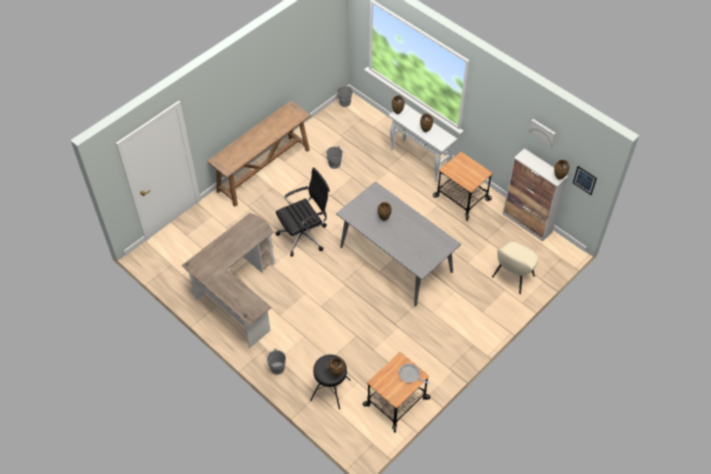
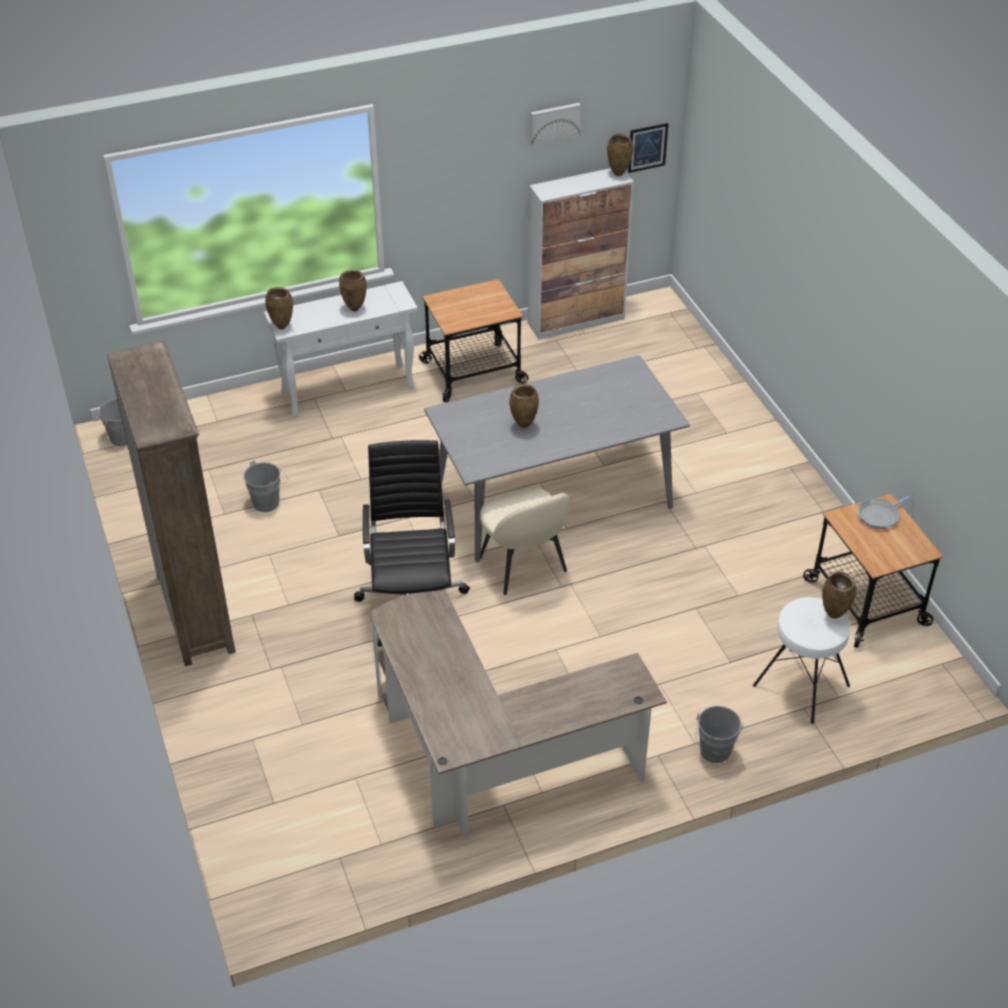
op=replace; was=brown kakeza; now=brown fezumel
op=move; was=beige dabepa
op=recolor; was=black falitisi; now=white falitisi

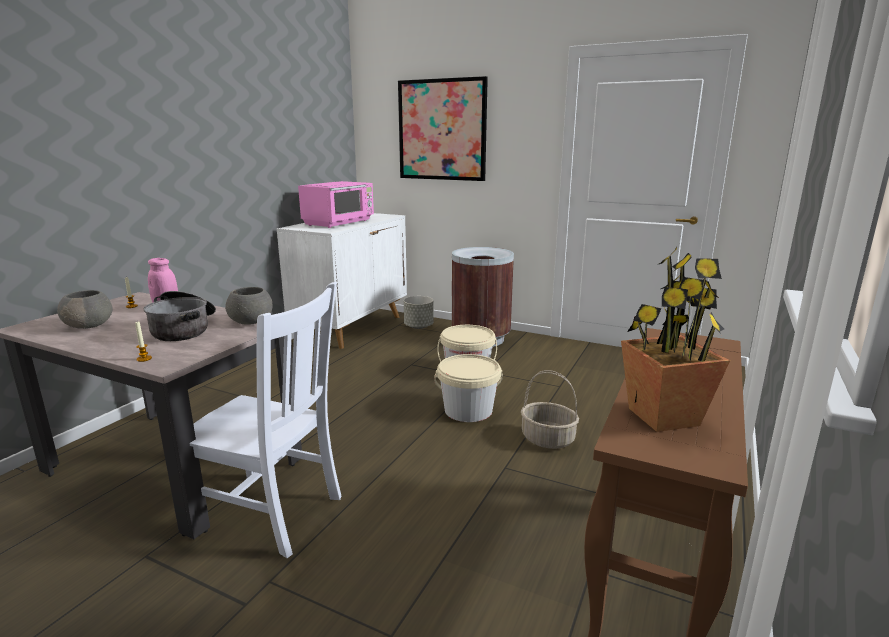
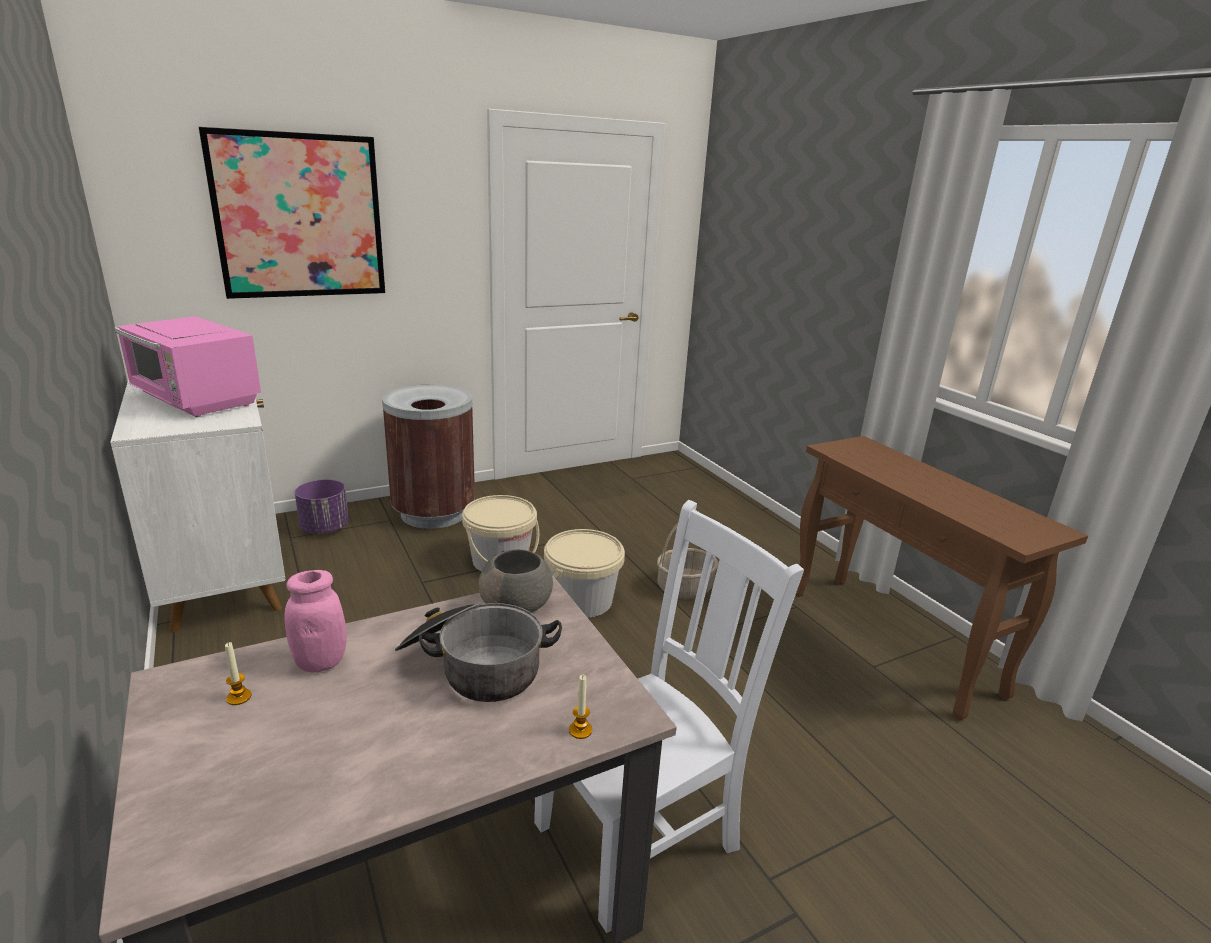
op=rotate; was=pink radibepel; clockwise=150
op=recolor; was=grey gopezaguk; now=purple gopezaguk
op=delete; was=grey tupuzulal (1st from left)
op=delete; was=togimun

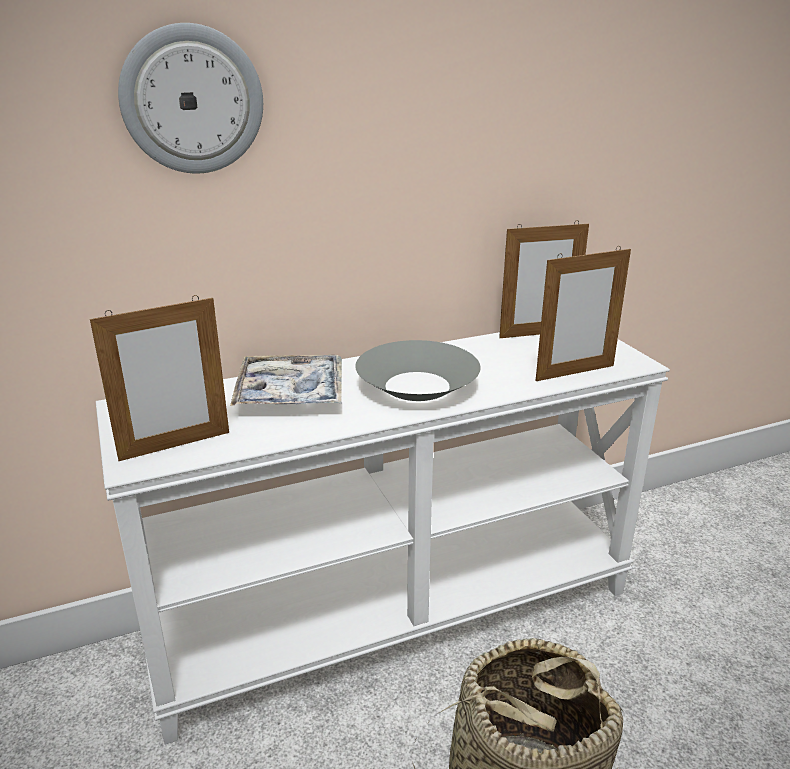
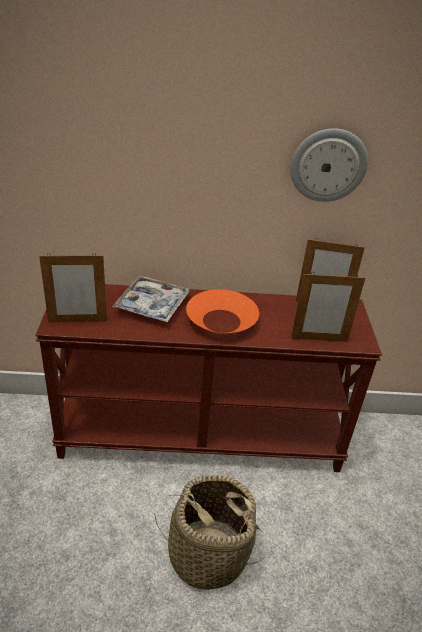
op=recolor; was=white kakeza; now=brown kakeza
op=recolor; was=grey tupuzulal; now=orange tupuzulal
op=move; was=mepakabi

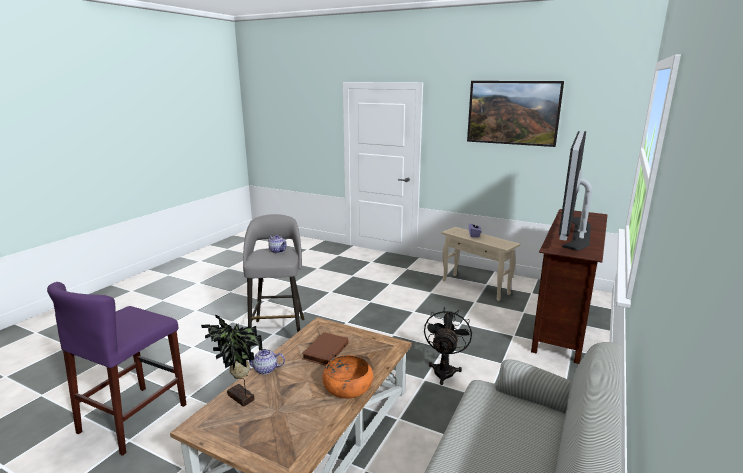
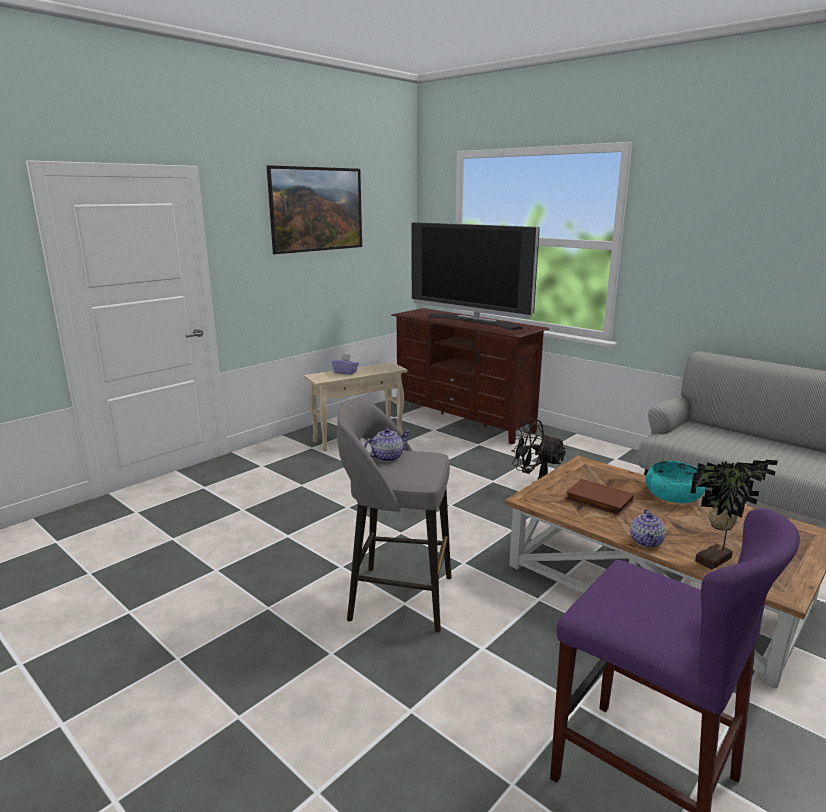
op=recolor; was=orange tupuzulal; now=turquoise tupuzulal

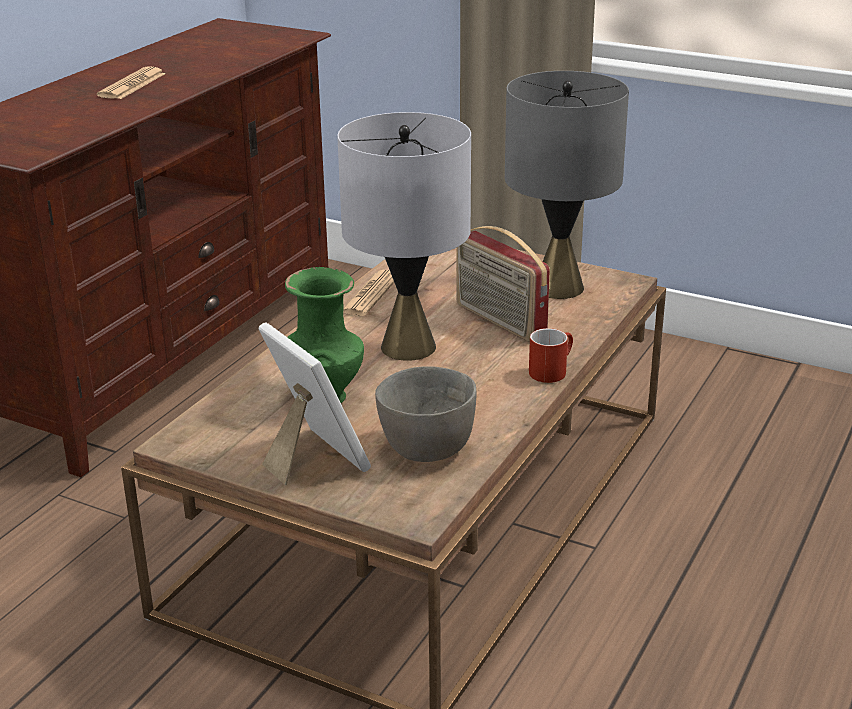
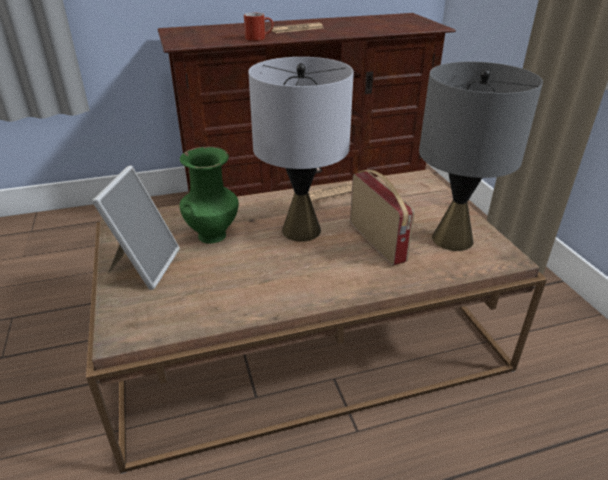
op=move; was=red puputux
op=rotate; was=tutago; clockwise=150
op=delete; was=grey tupuzulal

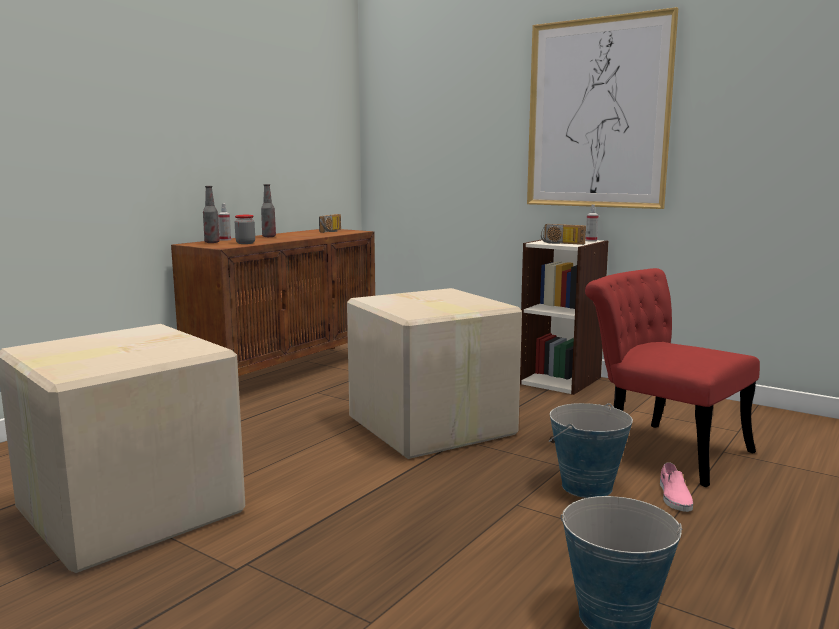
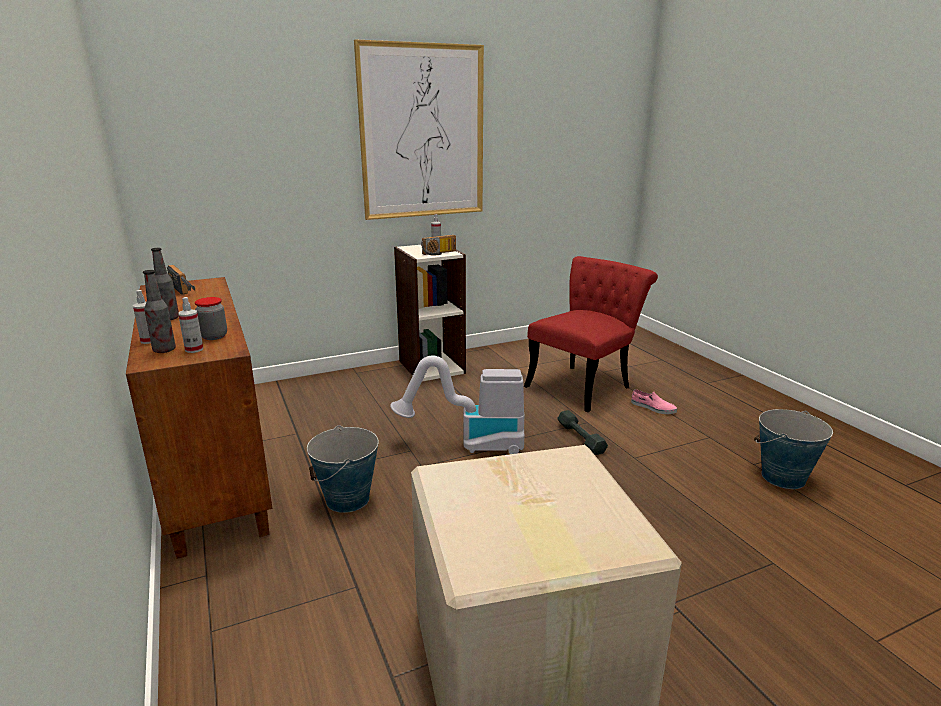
op=insert; now=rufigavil (2nd from left)
op=move; was=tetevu (1st from left)
op=replace; was=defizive (2nd from left); now=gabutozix
op=rotate; was=red dabepa; clockwise=150
op=insert; now=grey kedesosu

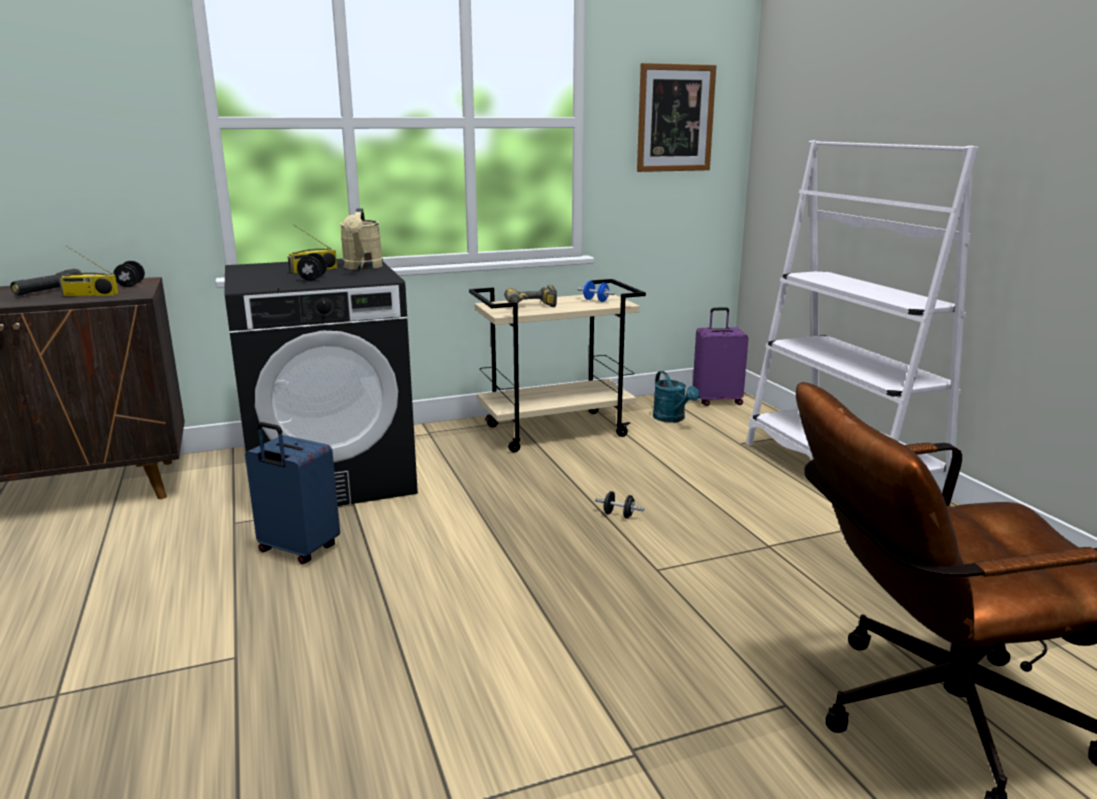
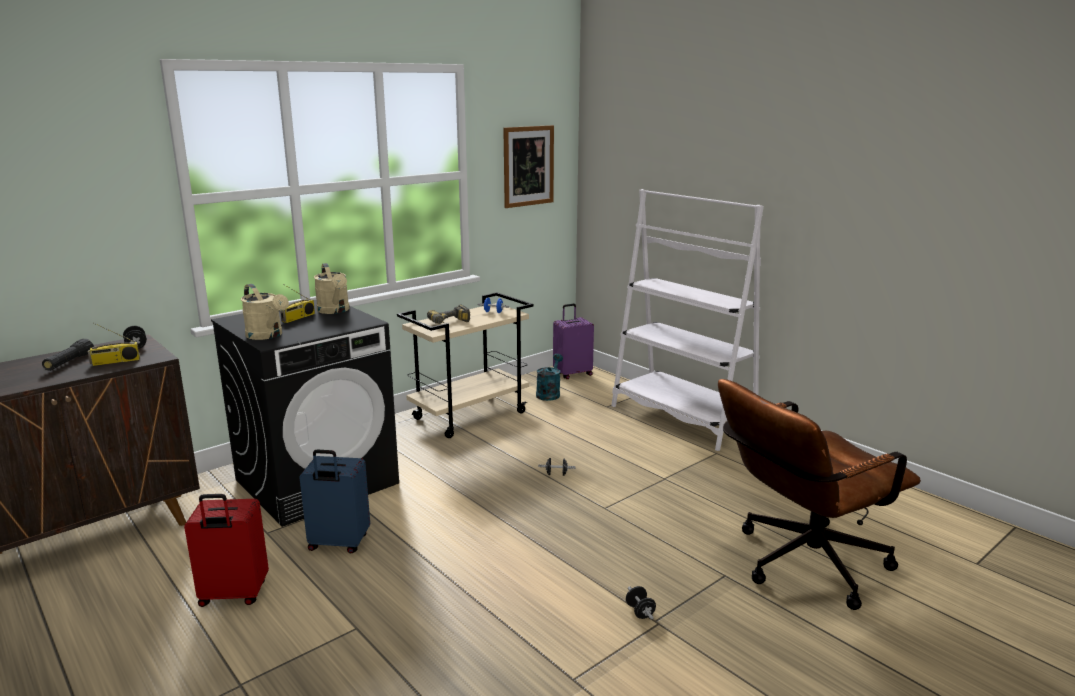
op=insert; now=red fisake
op=insert; now=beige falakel (1st from left)
op=rotate; was=turquoise falakel; clockwise=-120
op=move; was=black kedesosu (2nd from left in the first image); now=black kedesosu (3rd from left)

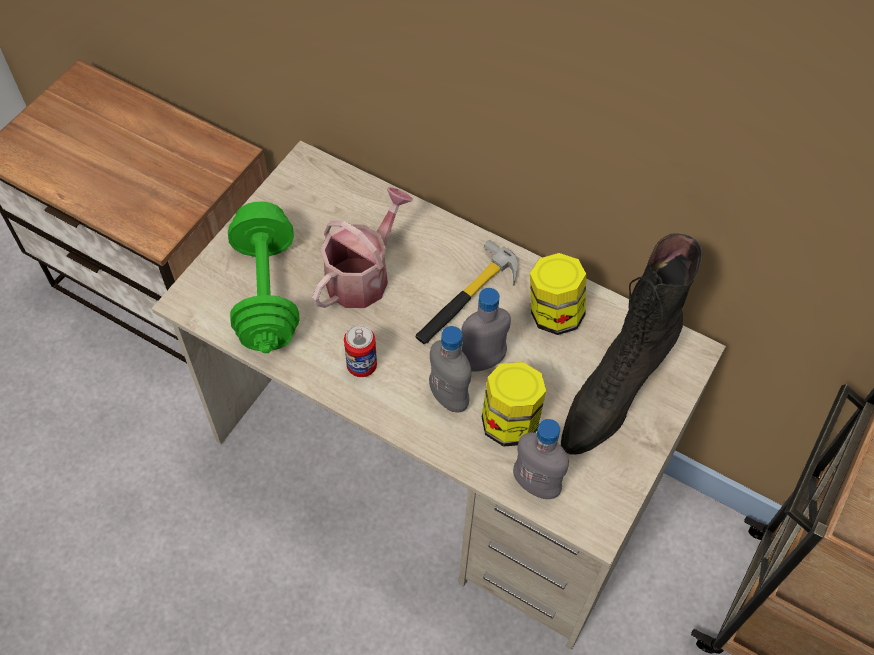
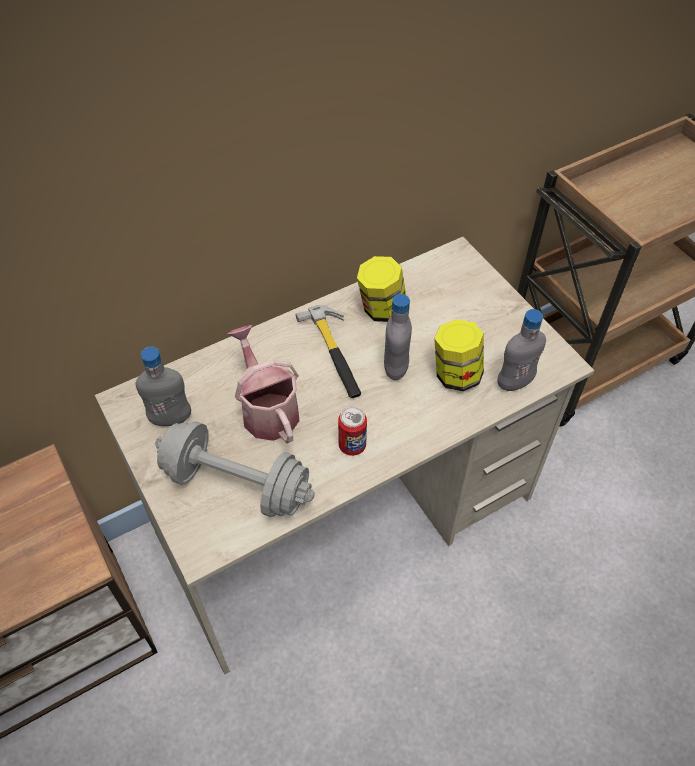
op=move; was=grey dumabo (1st from left)
op=recolor; was=green kedesosu; now=grey kedesosu
op=delete; was=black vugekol

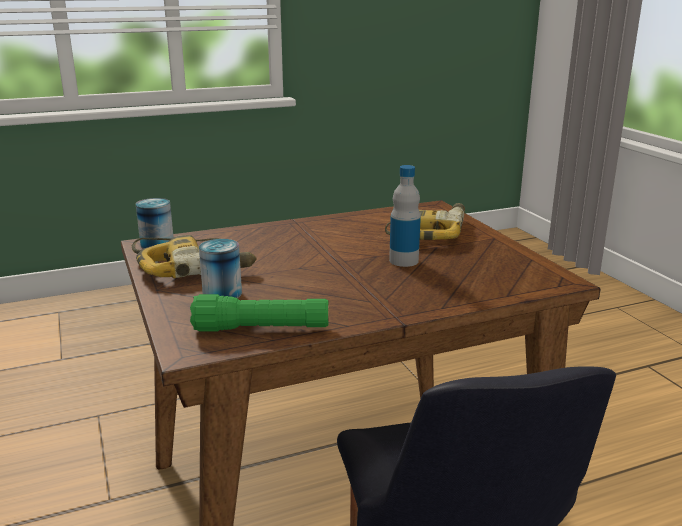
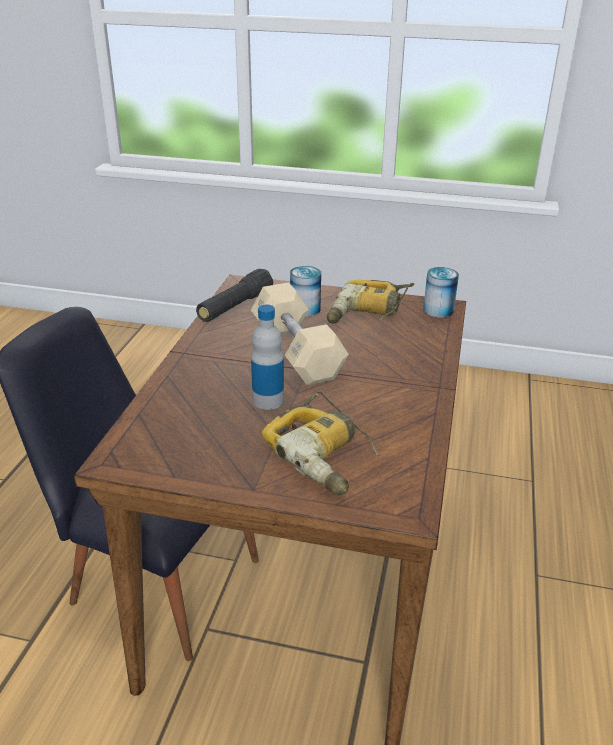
op=recolor; was=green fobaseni; now=black fobaseni
op=insert; now=beige kedesosu

